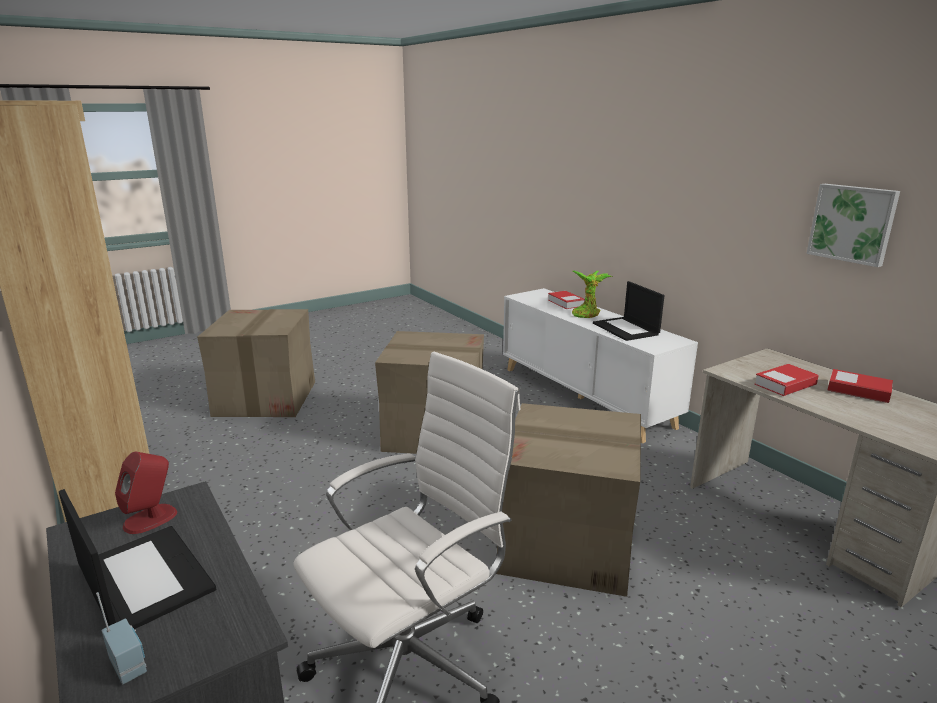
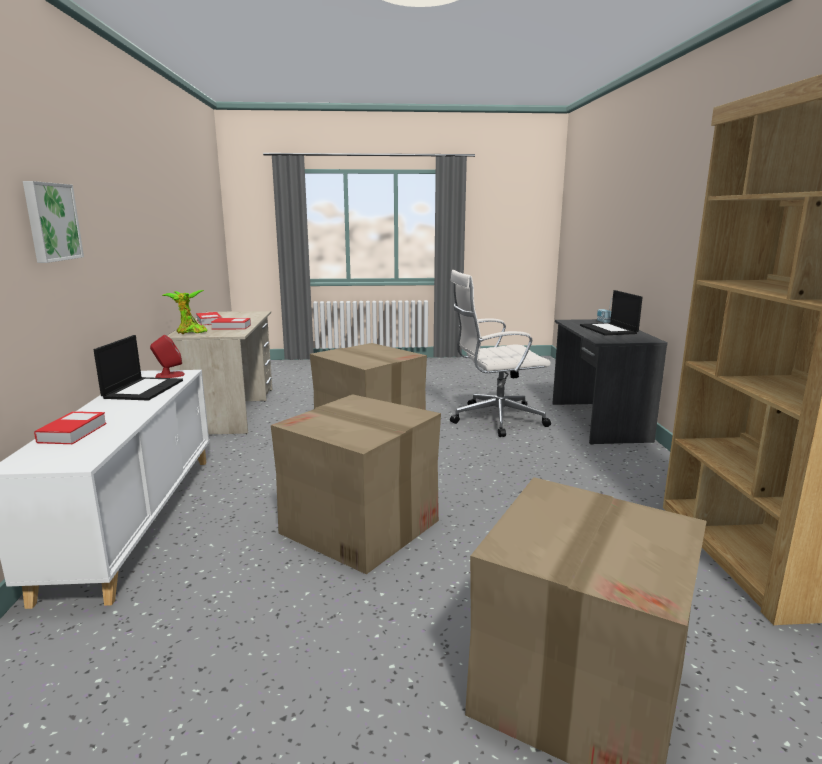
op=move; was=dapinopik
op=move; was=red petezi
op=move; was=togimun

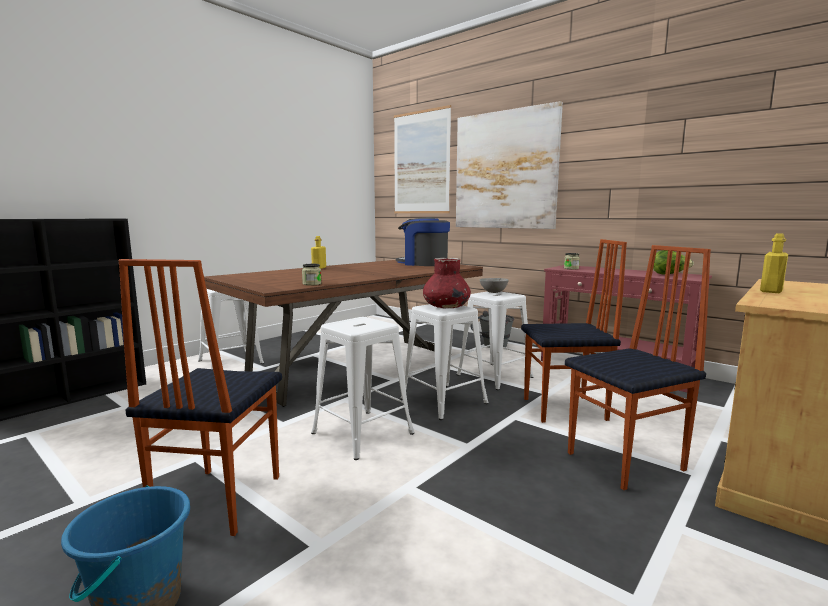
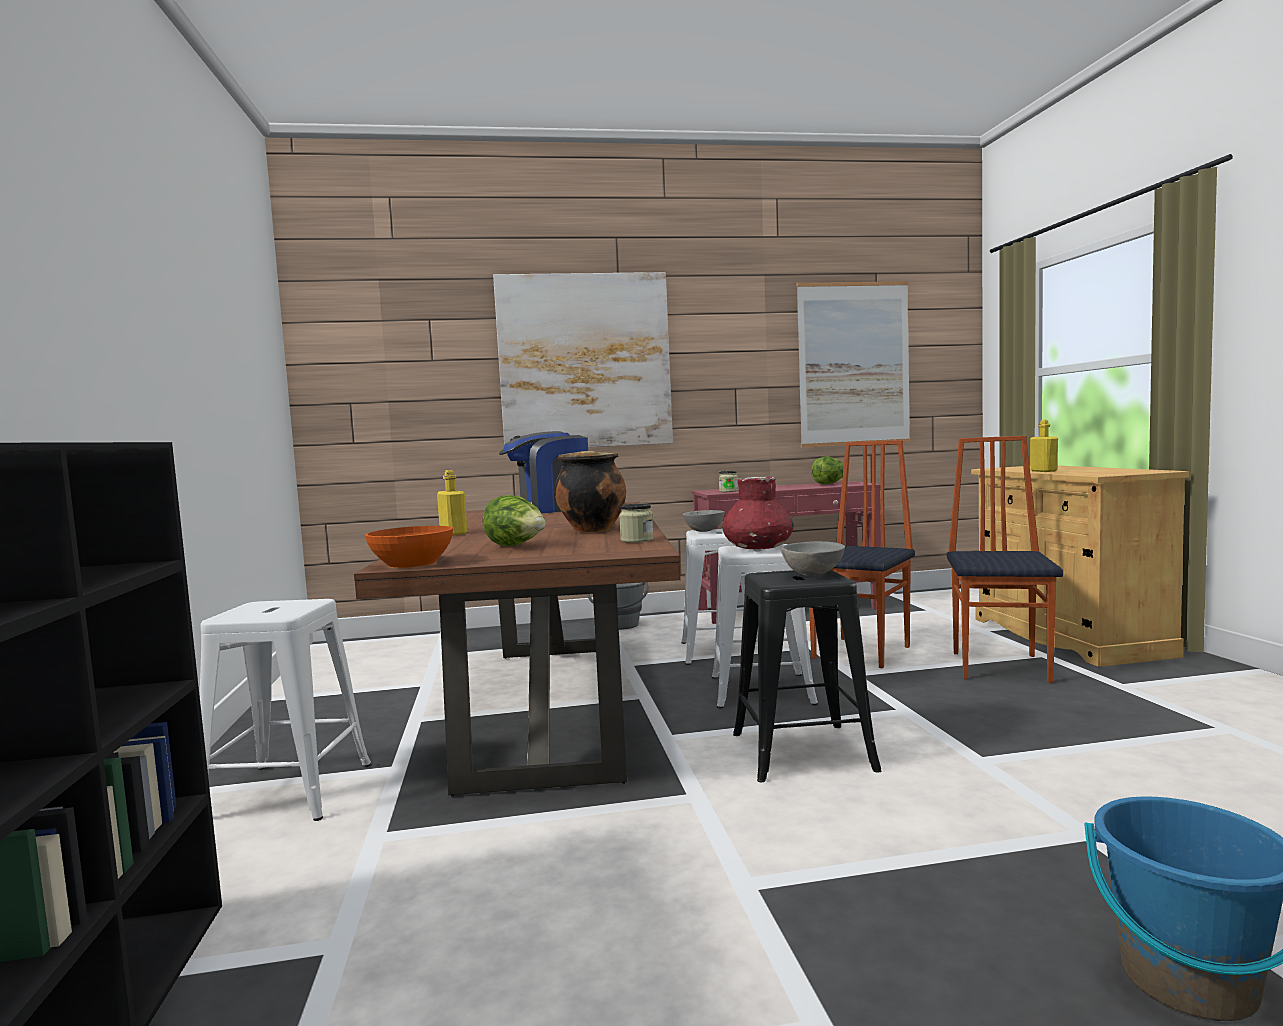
op=insert; now=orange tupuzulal
op=insert; now=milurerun (1st from left)
op=insert; now=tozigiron
op=recolor; was=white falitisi (2nd from left); now=black falitisi
op=insert; now=grey tupuzulal (2nd from left)
op=move; was=dapinopik (1st from left in the first image); now=dapinopik (2nd from left)
op=delete; was=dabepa (1st from left)

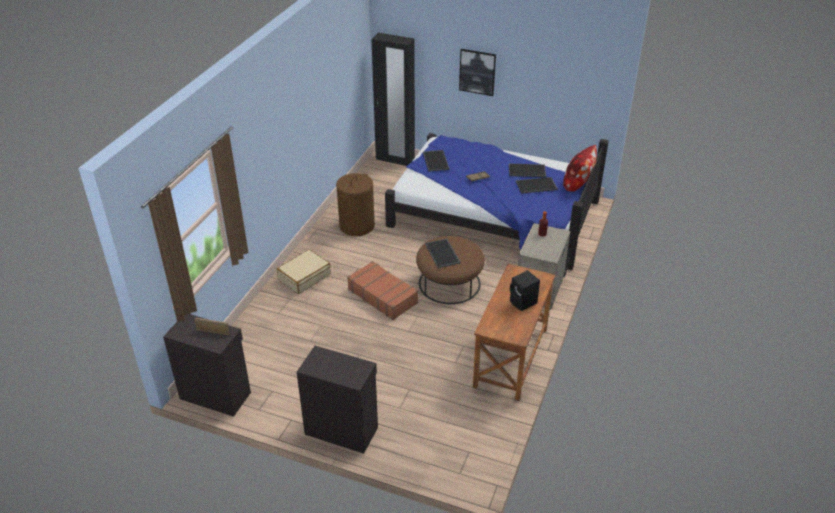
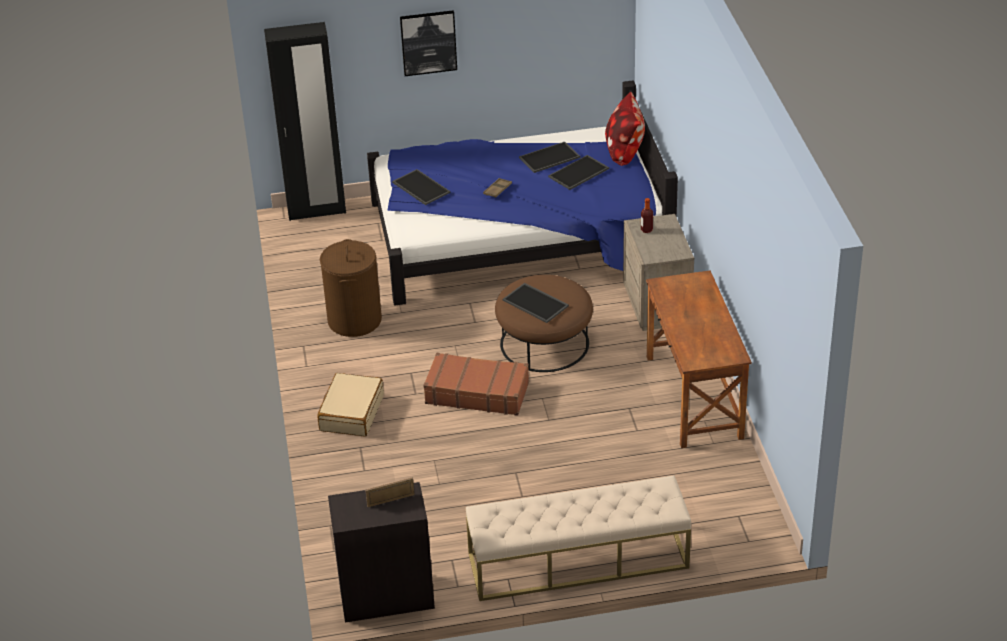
op=replace; was=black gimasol (2nd from left); now=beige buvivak
op=delete; was=black petezi

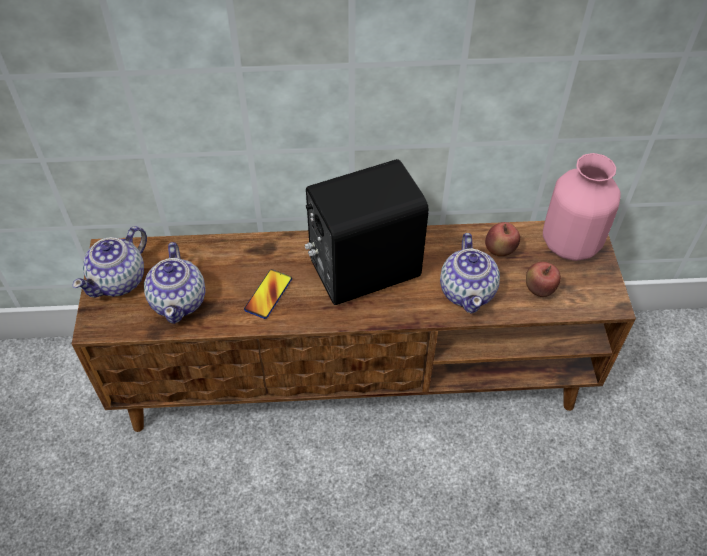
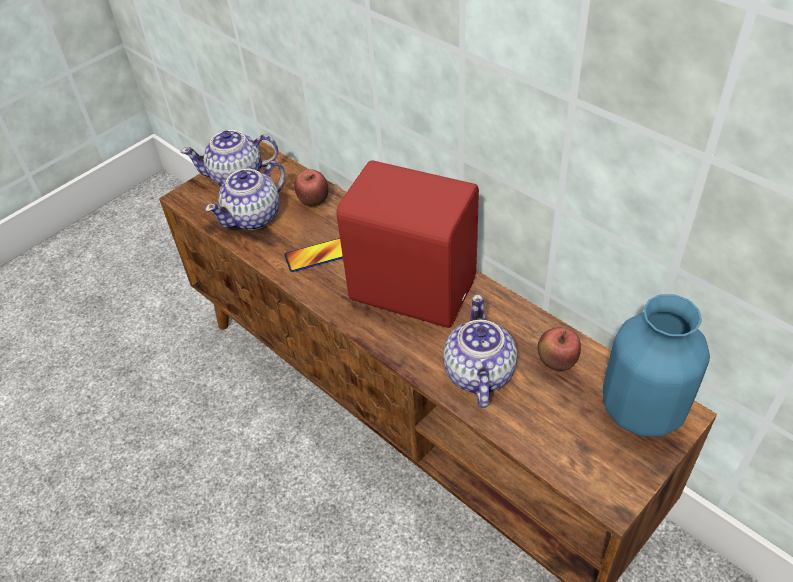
op=move; was=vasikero (2nd from left in the first image); now=vasikero (1st from left)
op=recolor; was=black petezi; now=red petezi
op=rotate; was=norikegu (3rd from left); clockwise=135
op=recolor; was=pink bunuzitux; now=blue bunuzitux

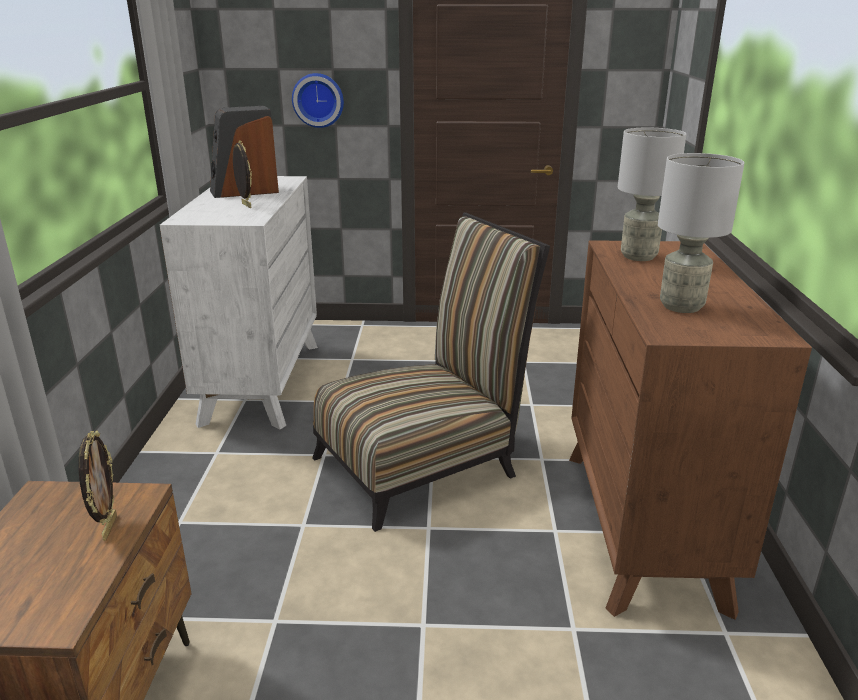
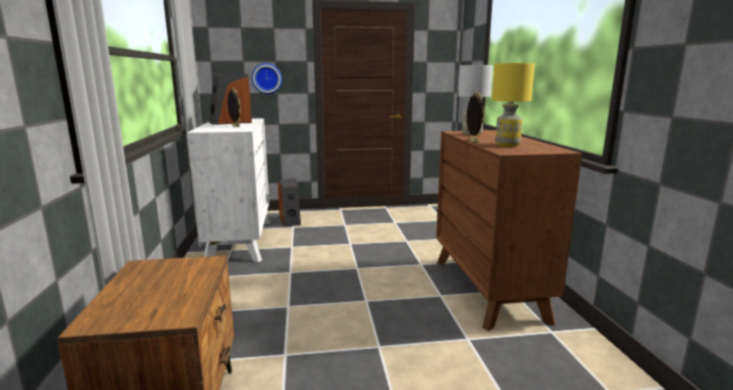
op=insert; now=petezi (2nd from left)
op=move; was=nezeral (1st from left in the first image); now=nezeral (2nd from left)
op=recolor; was=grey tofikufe (2nd from left); now=yellow tofikufe
op=delete; was=dabepa

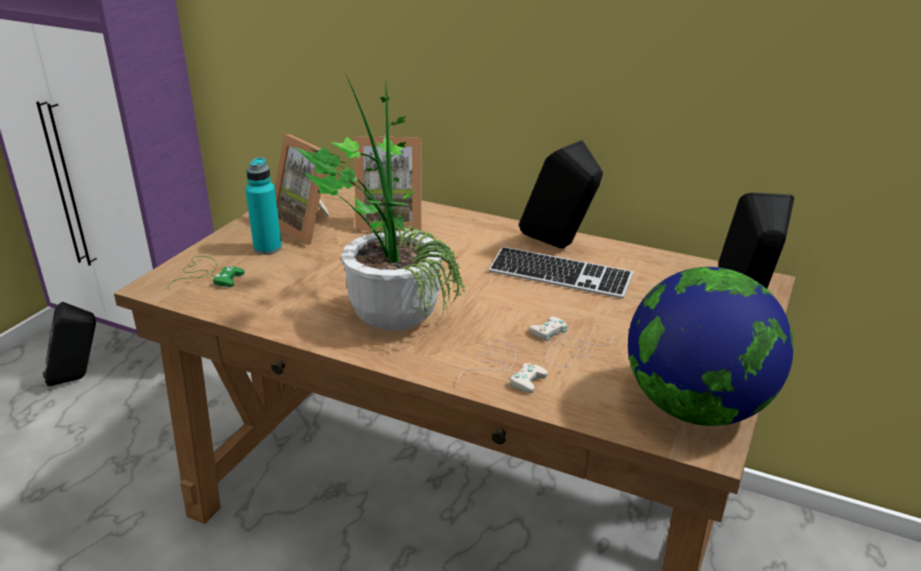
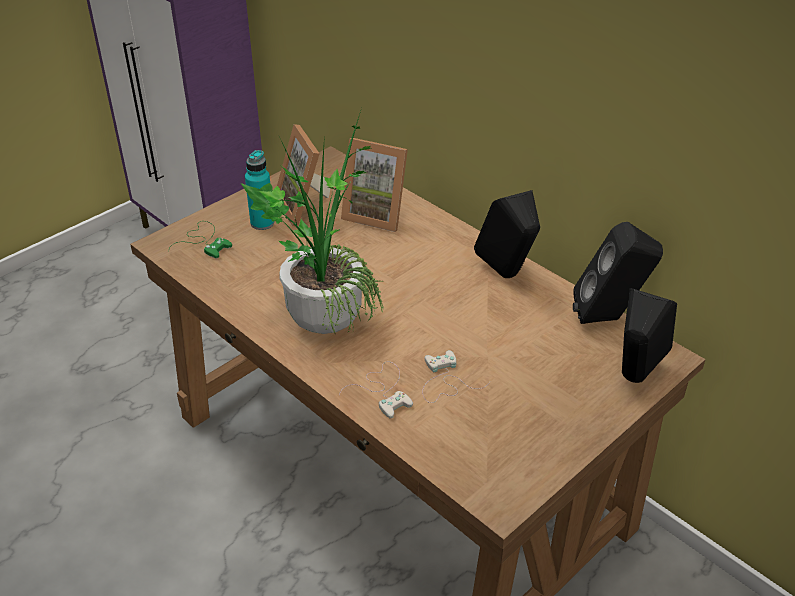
op=move; was=black petezi (1st from left in the first image); now=black petezi (2nd from left)
op=delete; was=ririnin
op=delete; was=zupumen

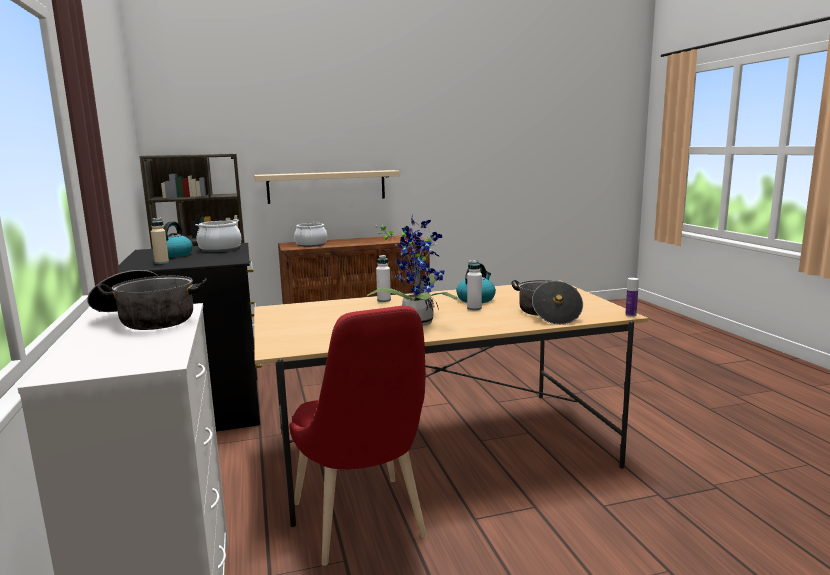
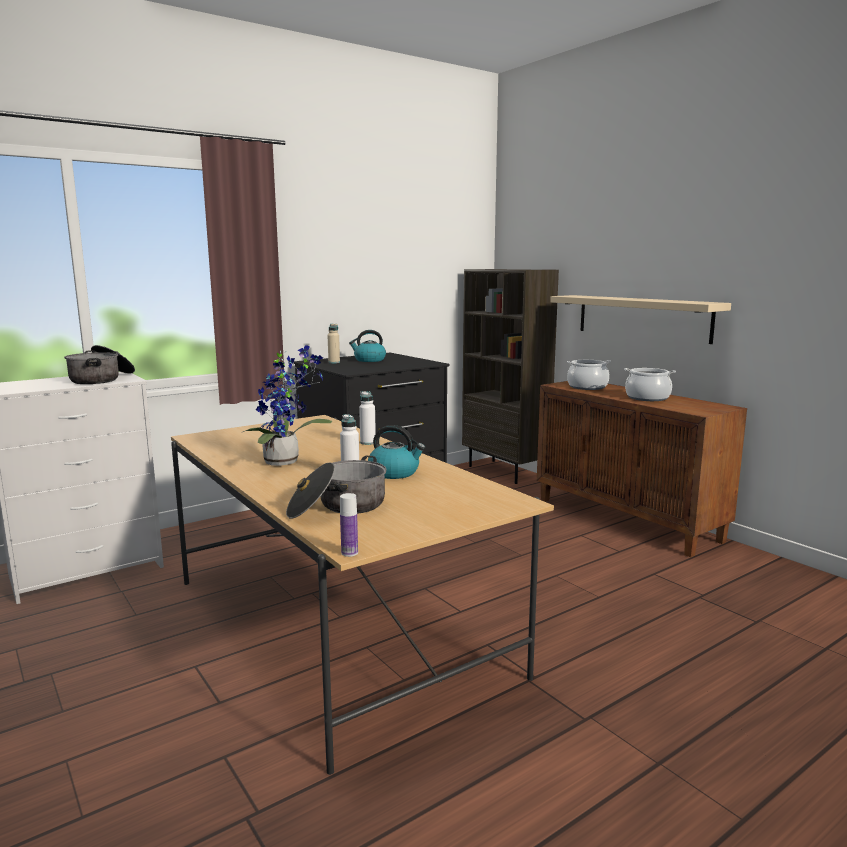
op=move; was=tozigiron (2nd from left in the first image); now=tozigiron (4th from left)
op=delete; was=red dabepa

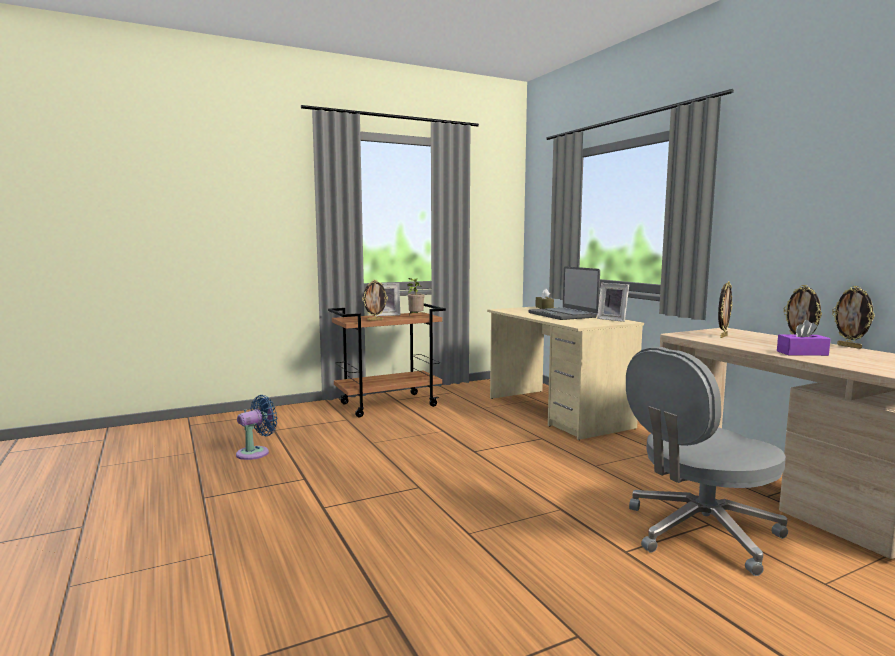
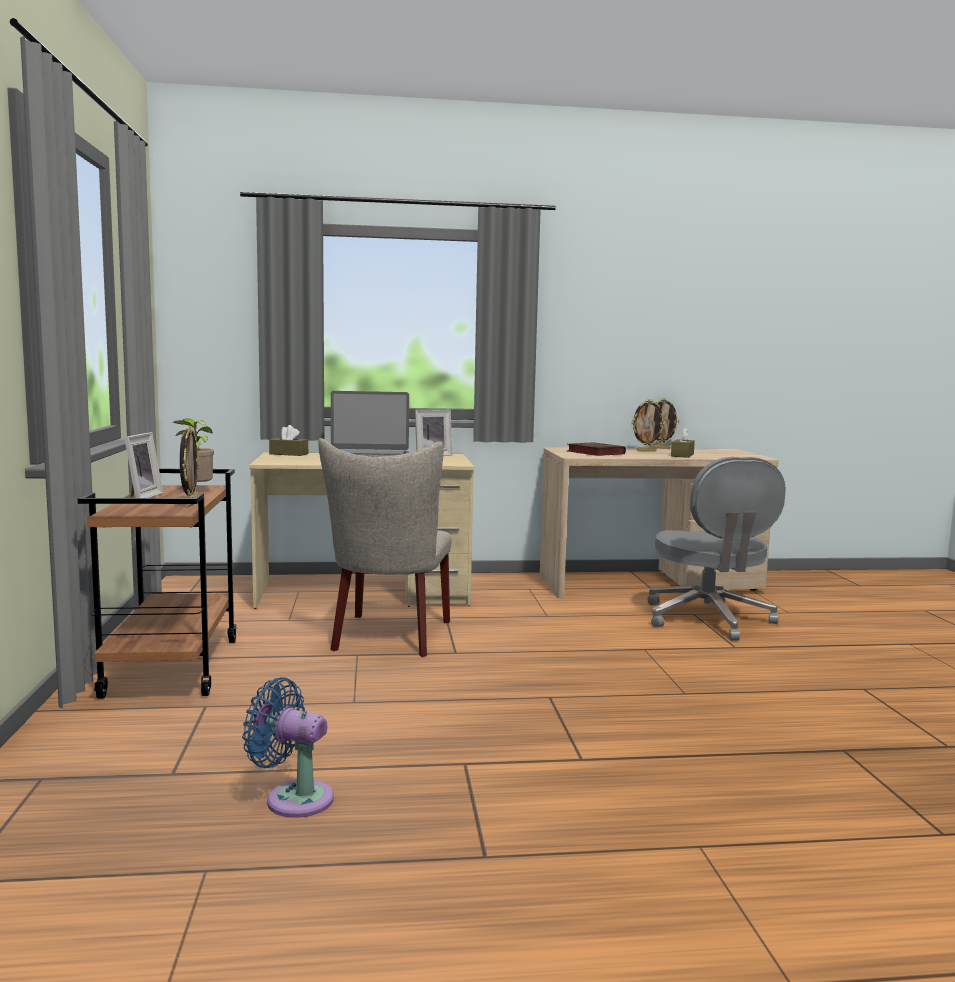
op=rotate; was=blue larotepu; clockwise=-45
op=insert; now=beige dabepa
op=replace; was=nezeral (4th from left); now=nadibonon
op=recolor; was=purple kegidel; now=brown kegidel (2nd from left)

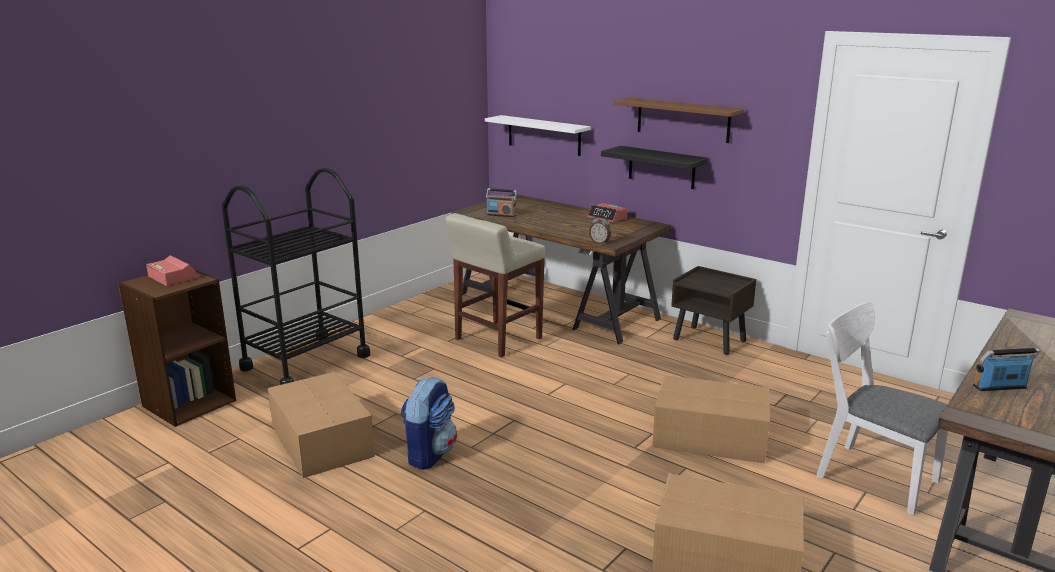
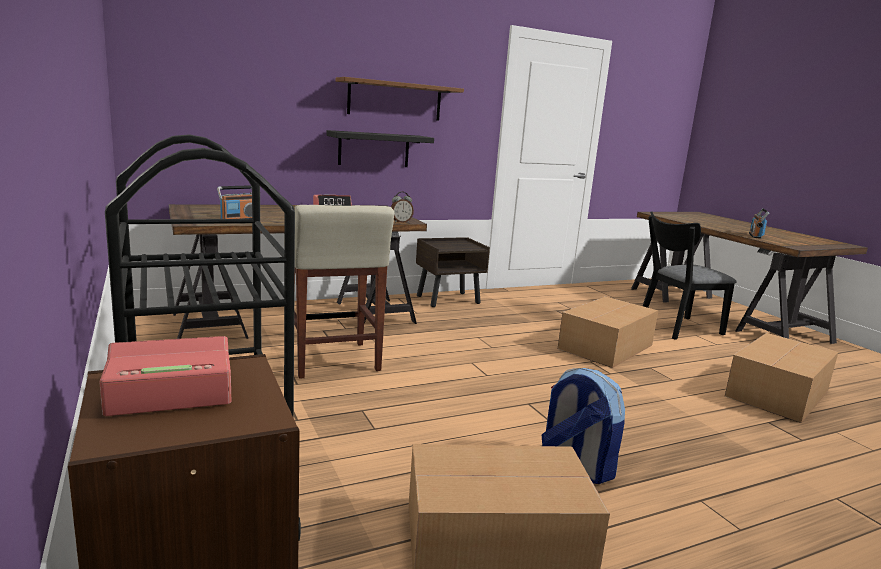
op=recolor; was=white dabepa; now=black dabepa
op=delete; was=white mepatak

